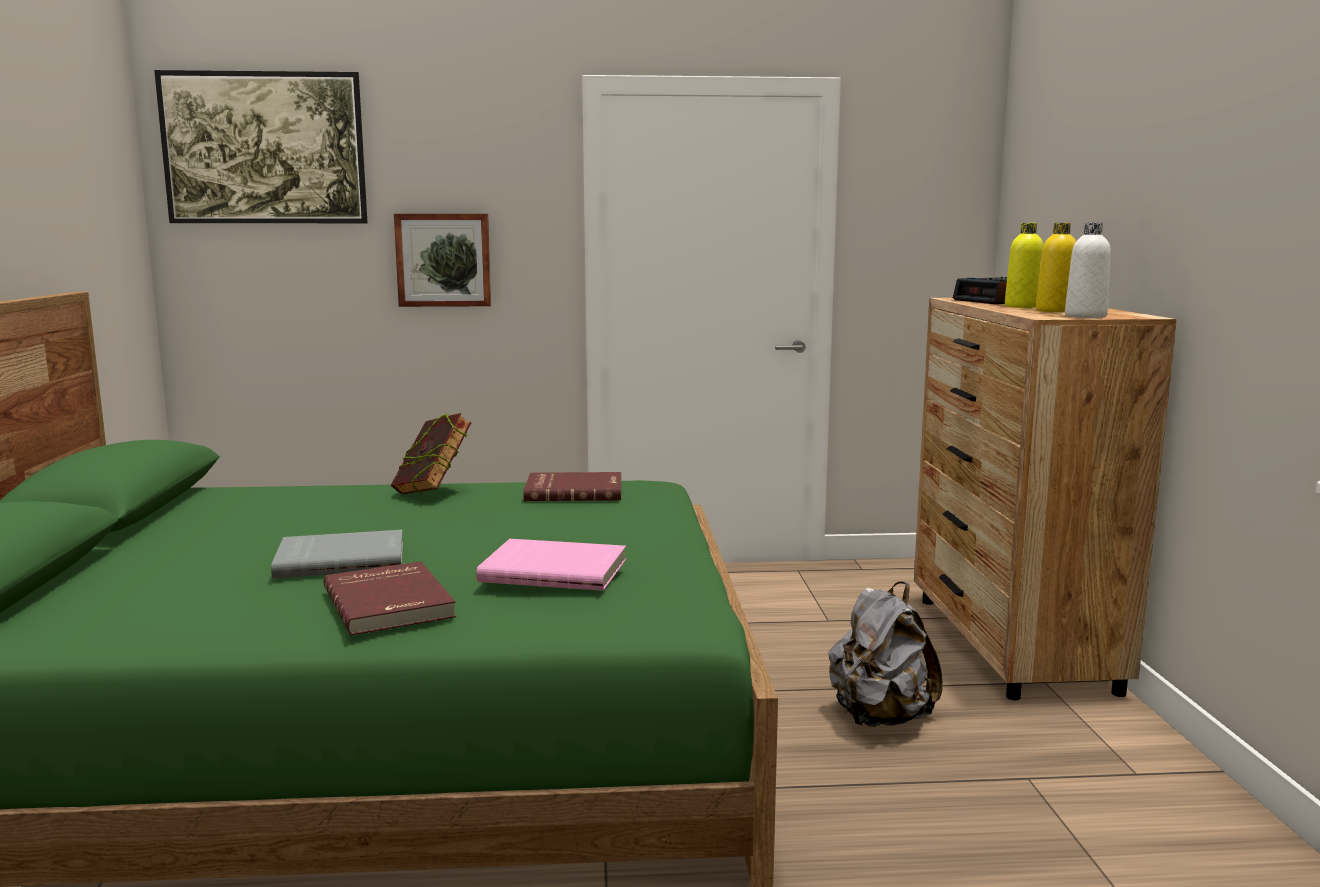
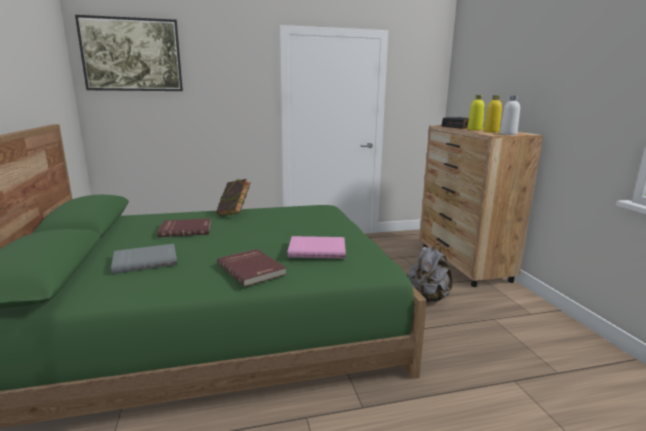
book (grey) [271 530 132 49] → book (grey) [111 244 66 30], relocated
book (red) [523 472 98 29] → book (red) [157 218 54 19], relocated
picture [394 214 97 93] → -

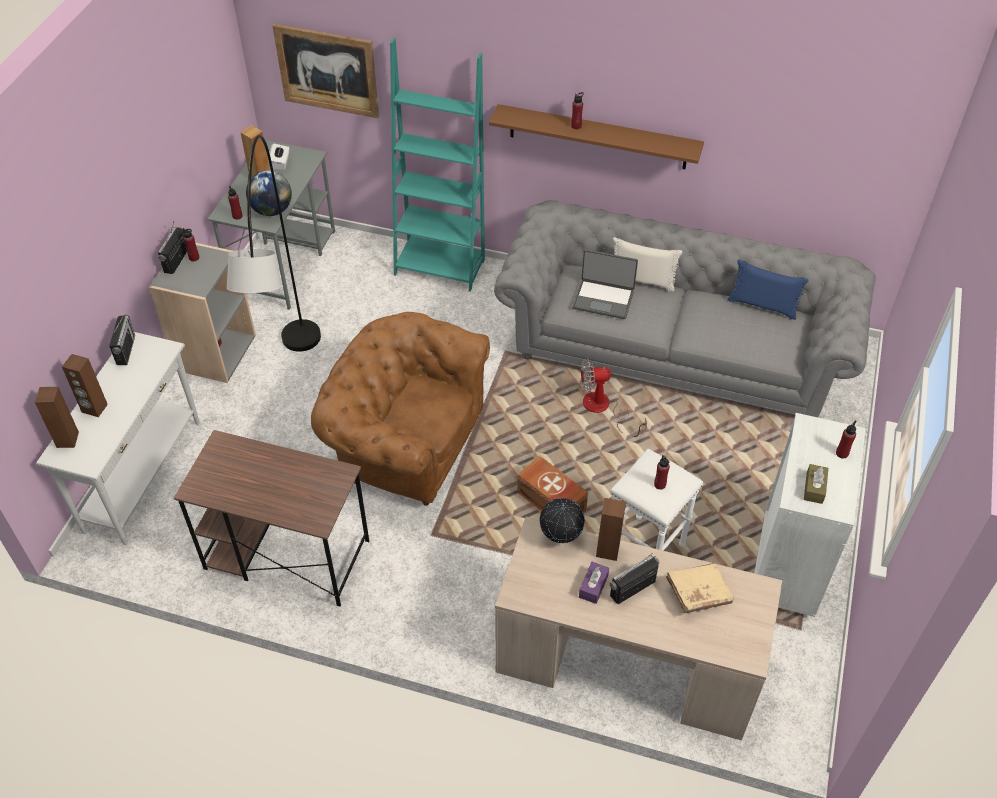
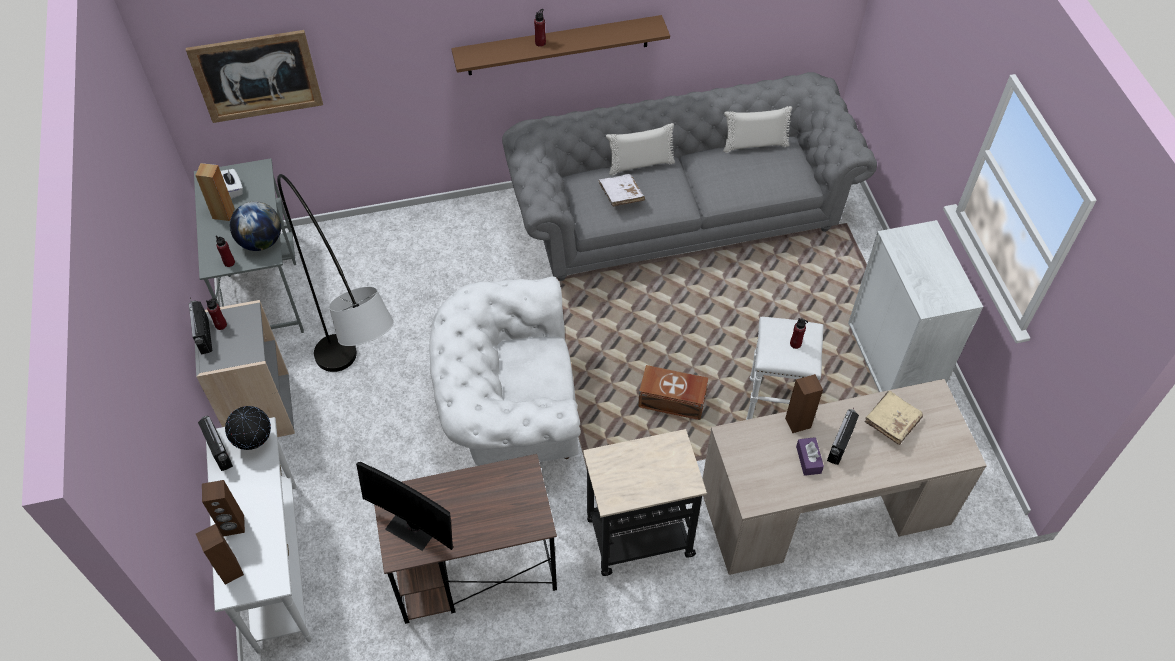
globe [539 498 46 45] → globe [225 406 46 44], relocated
- → monitor [356 462 97 89]
armchair (brown) [311 312 179 194] → armchair (white) [429 276 152 190]
- → cart [583 429 124 147]
laptop [572 249 66 70] → book (white) [598 174 47 33]
pillow (blue) [727 259 82 61] → pillow (white) [723 106 69 47]
bookcase (turquoise) [390 38 95 254] → -
fan [581 359 66 78] → -
tissue box (brown) [804 464 25 40] → -
bottle (red) [836 421 20 38] → -

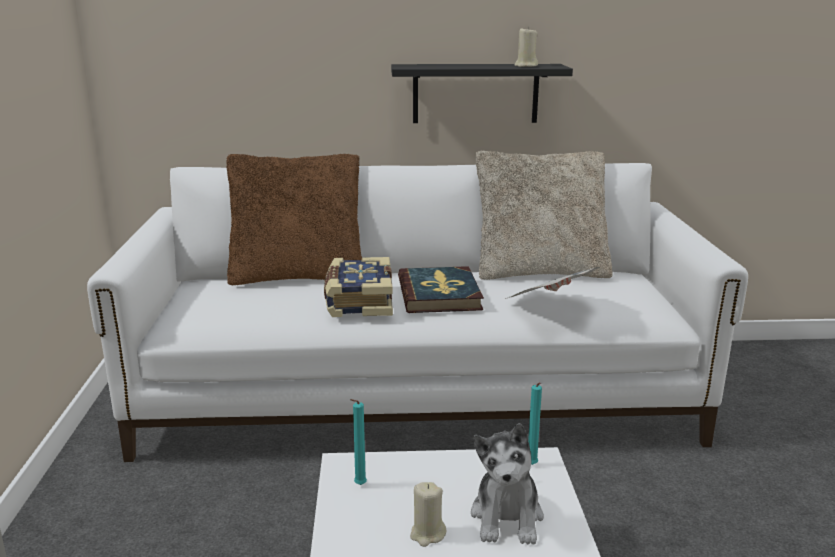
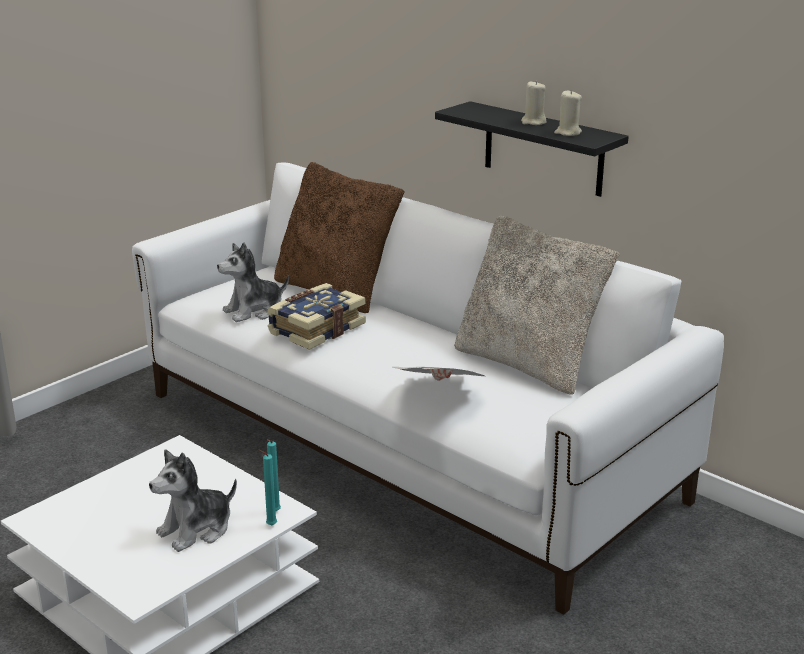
- → plush toy [217 242 72 80]
candle (turquoise) [350 399 17 86] → candle (turquoise) [257 449 20 76], relocated
candle (beige) [410 482 36 65] → candle (beige) [521 81 26 44], relocated
book [398 266 86 47] → -

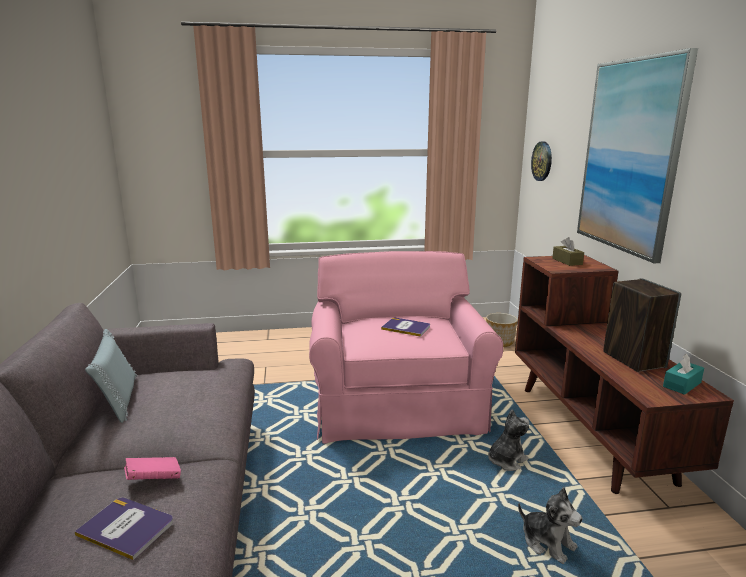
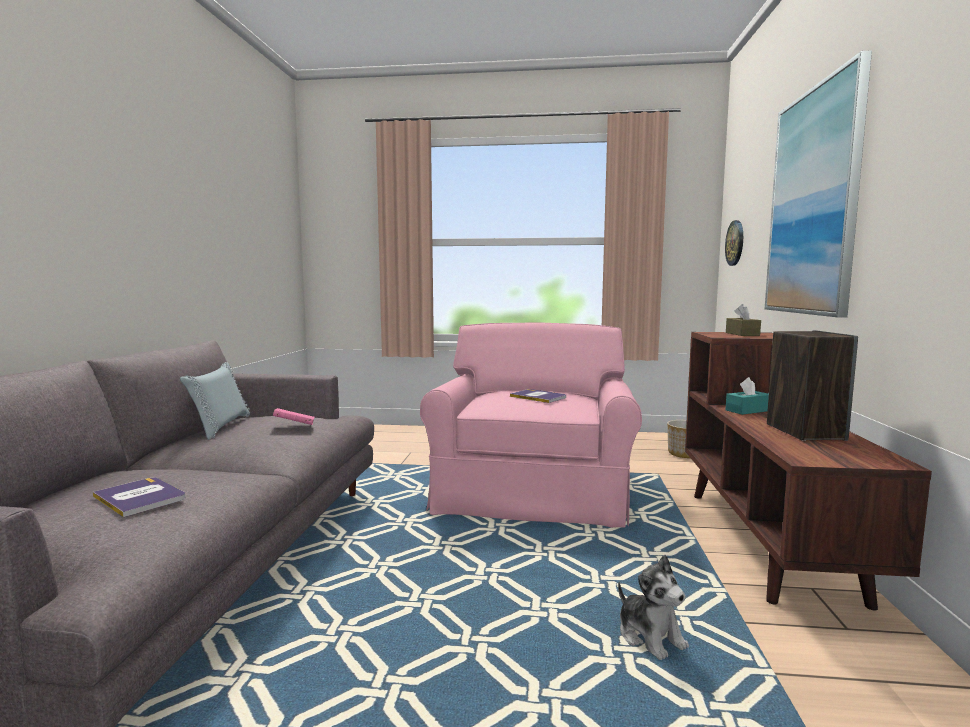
book (pink) [124 457 57 23] → book (pink) [273 408 42 17], relocated
tissue box (turquoise) [663 354 41 41] → tissue box (turquoise) [725 377 44 38], relocated
plush toy [488 409 41 62] → -

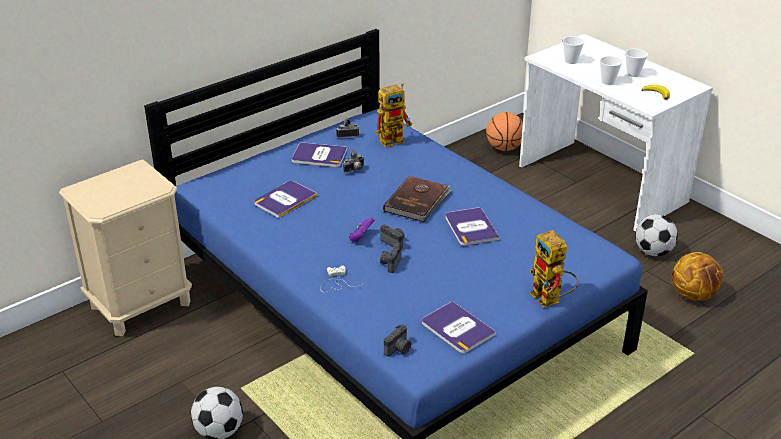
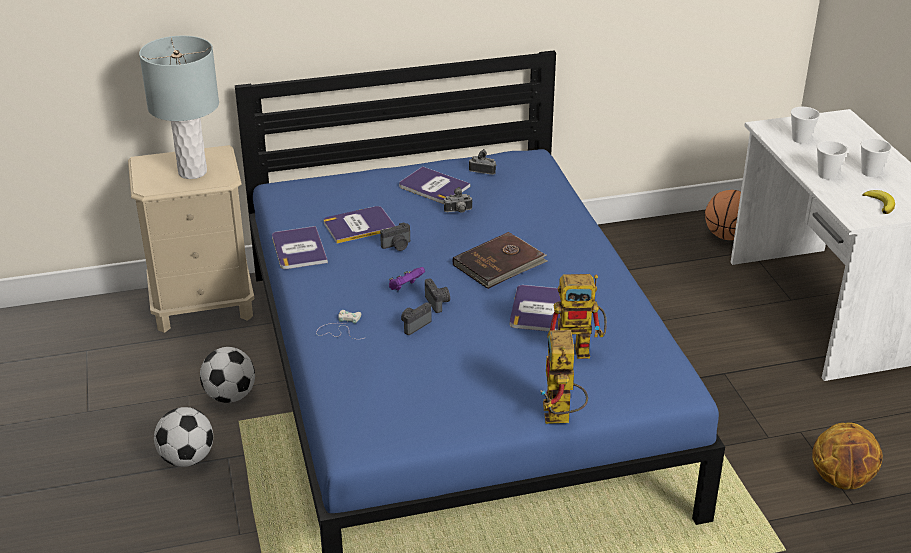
- → table lamp (grey) [139 36 80 143]
football [635 214 43 42] → football [200 347 55 56], relocated
book [422 301 74 52] → book [272 226 56 43], relocated
photo camera [384 324 27 33] → photo camera [380 223 30 28], relocated
toy robot [376 83 36 65] → toy robot [547 274 59 85], relocated

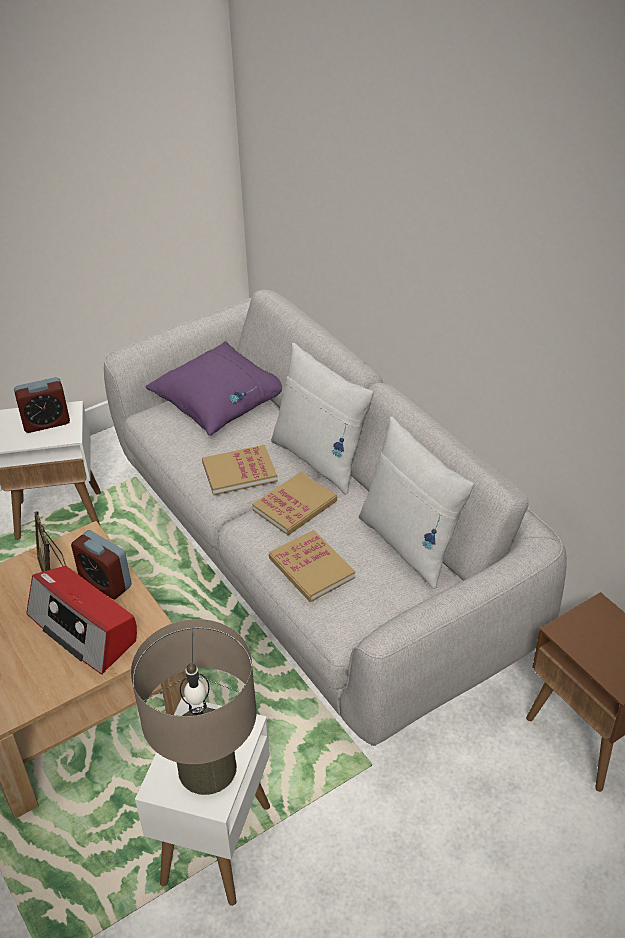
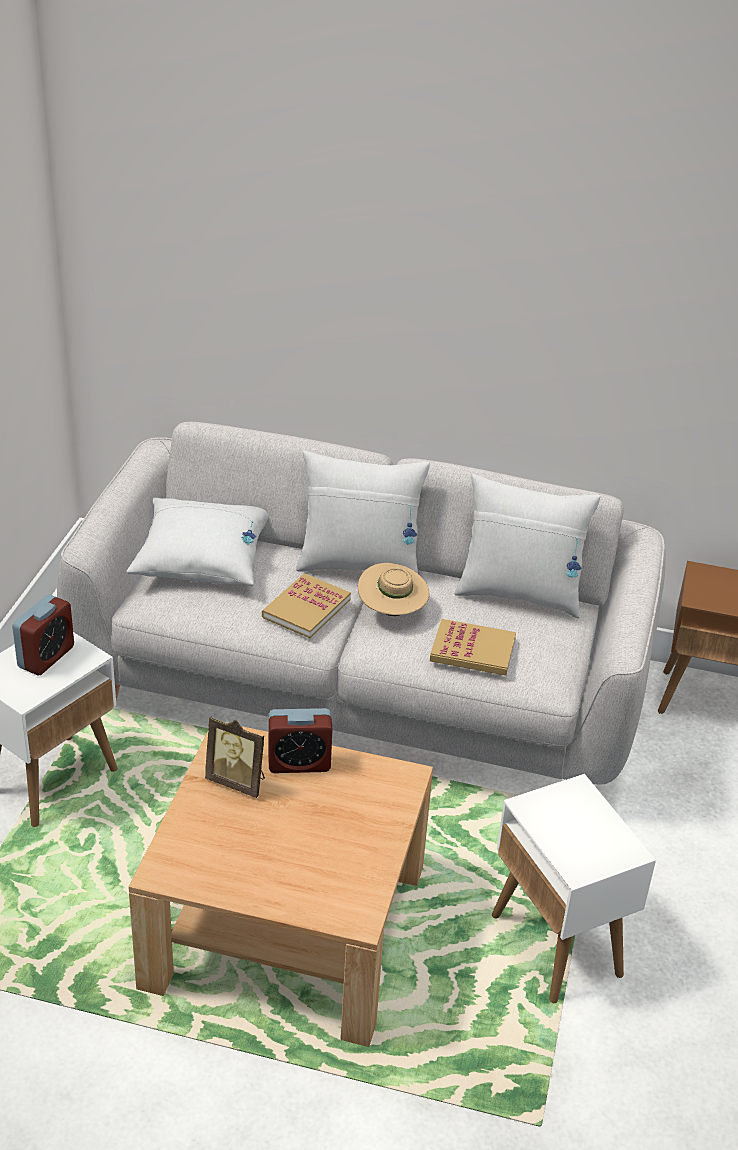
pillow (purple) [145 341 137 95] → pillow (grey) [126 497 143 89]
book [252 472 85 63] → hat (beige) [358 563 71 53]
radio [26 566 111 109] → -
table lamp (beige) [131 619 126 176] → -

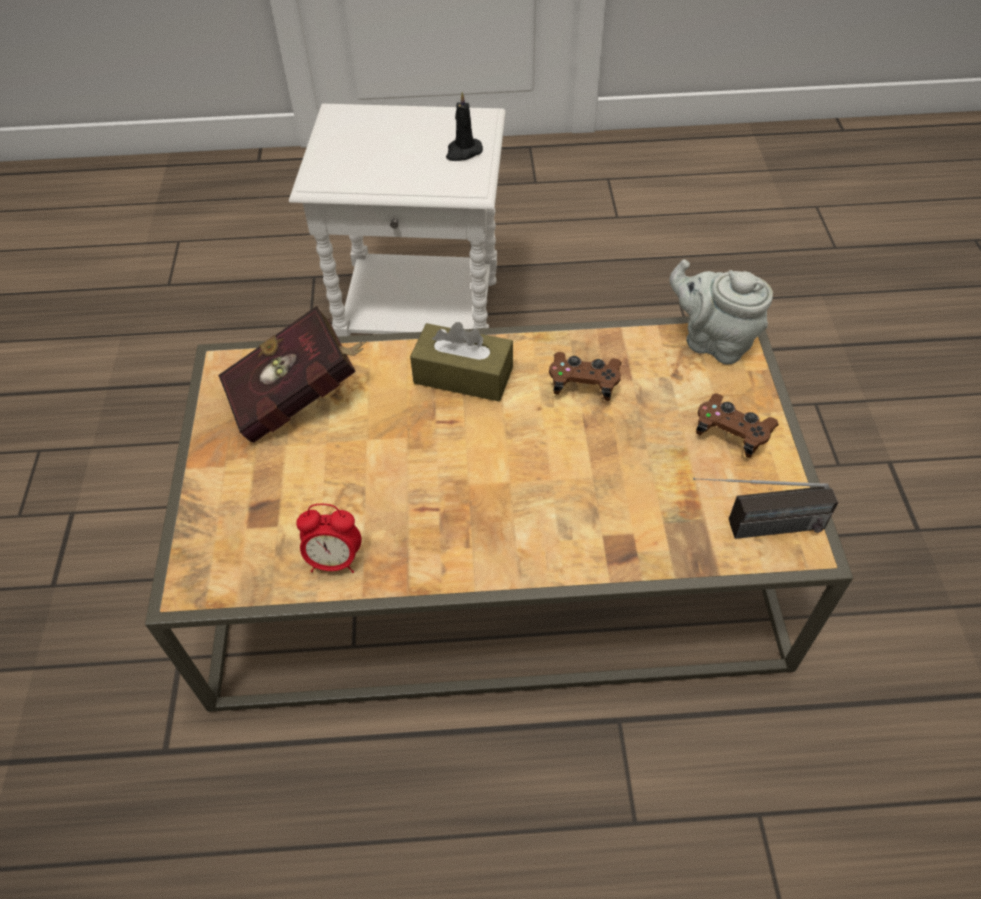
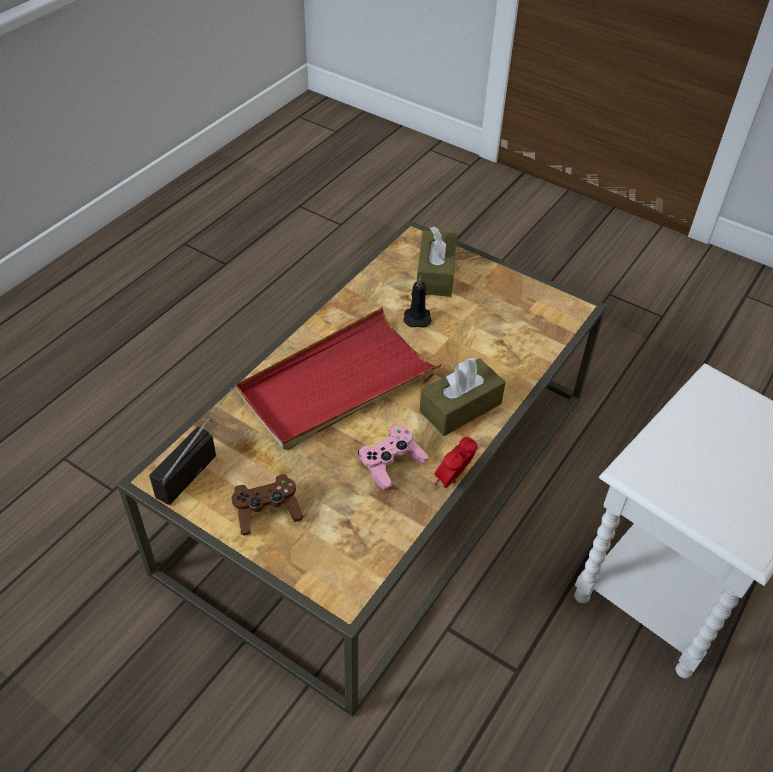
- → tray (red) [236 307 206 143]
game controller (brown) [549 352 73 49] → game controller (pink) [358 425 71 65]
candle (black) [446 92 37 69] → candle (black) [403 276 29 52], relocated
- → tissue box (brown) [417 226 40 71]
alarm clock [296 504 66 69] → alarm clock [435 437 43 51], relocated
book (red) [218 306 148 137] → -
teapot (grey) [669 259 104 106] → -

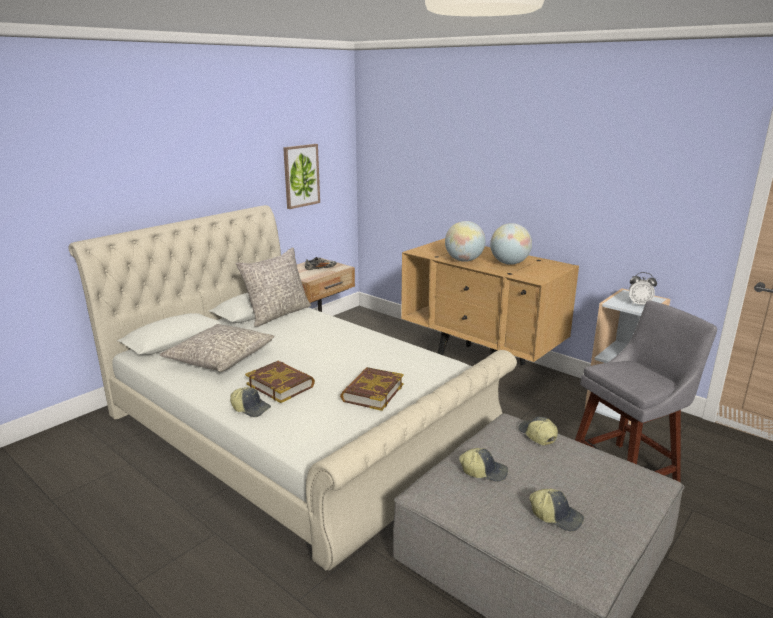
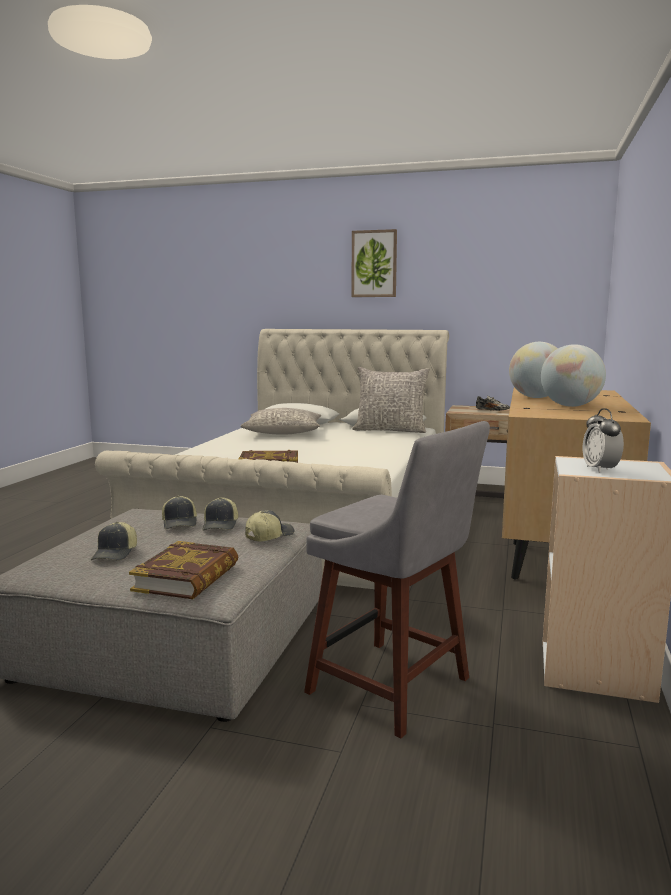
book [245 361 70 42] → book [129 541 109 58], relocated
cap [230 387 41 30] → cap [202 497 36 33], relocated
picture [283 144 37 65] → picture [351 229 46 68], relocated

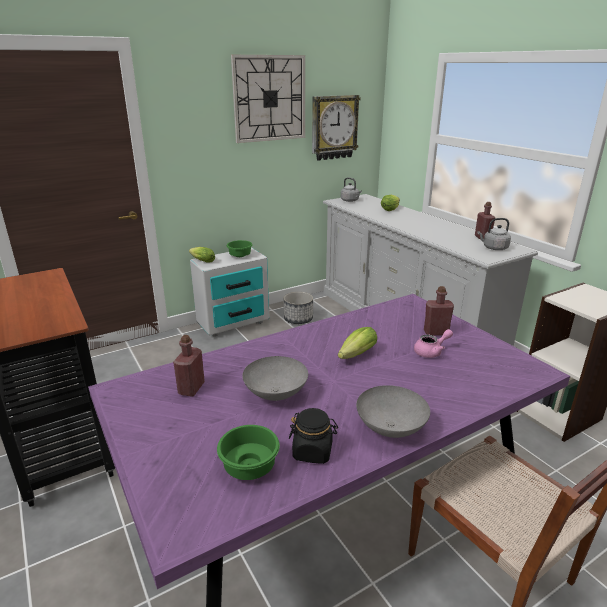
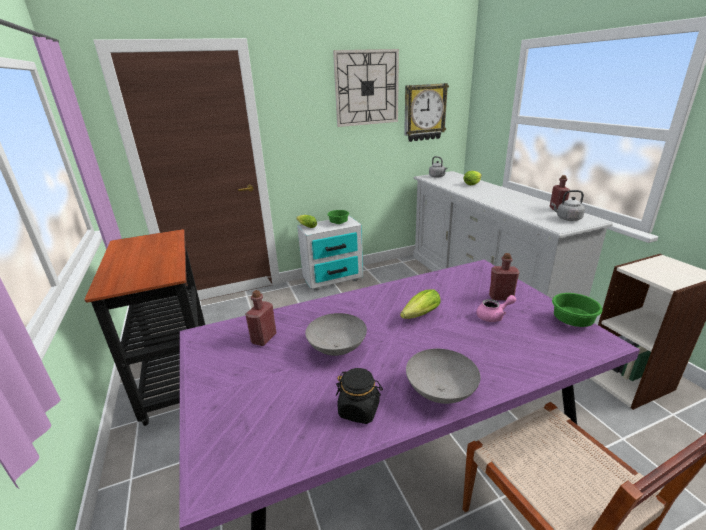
bowl (green) [217 425 63 55] → bowl (green) [552 293 50 34], relocated
planter [284 292 29 32] → -

